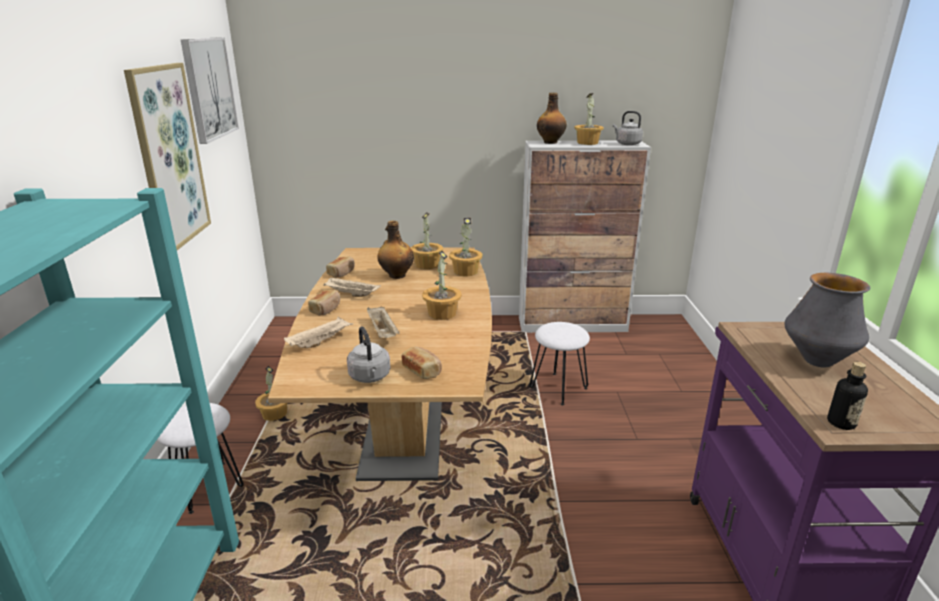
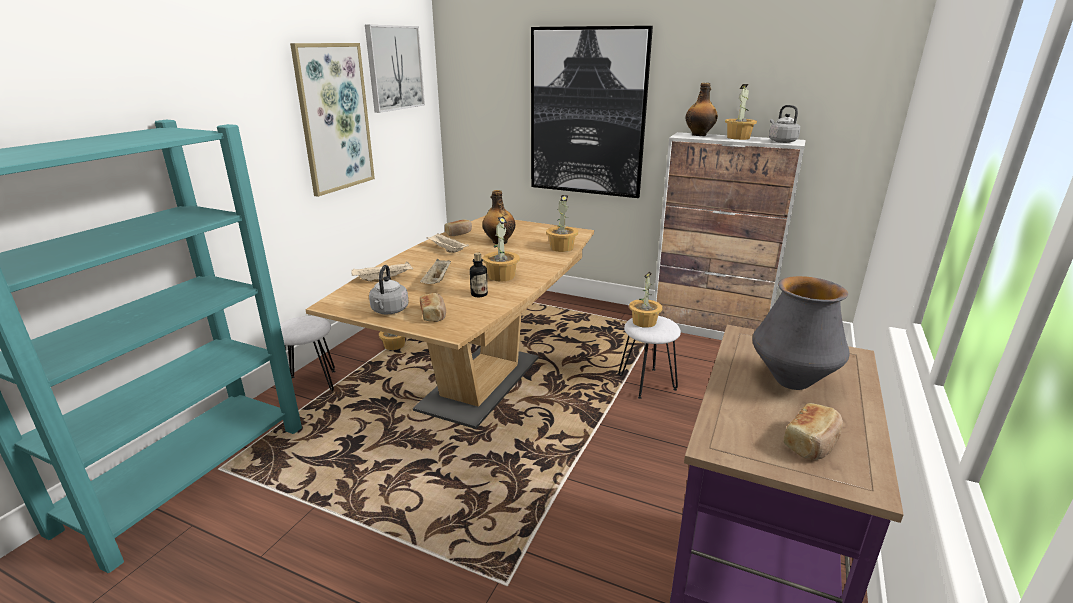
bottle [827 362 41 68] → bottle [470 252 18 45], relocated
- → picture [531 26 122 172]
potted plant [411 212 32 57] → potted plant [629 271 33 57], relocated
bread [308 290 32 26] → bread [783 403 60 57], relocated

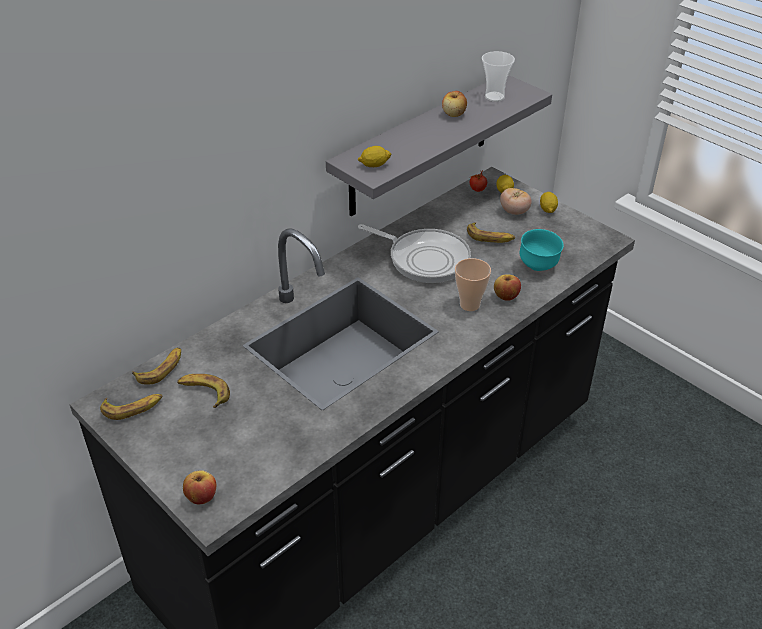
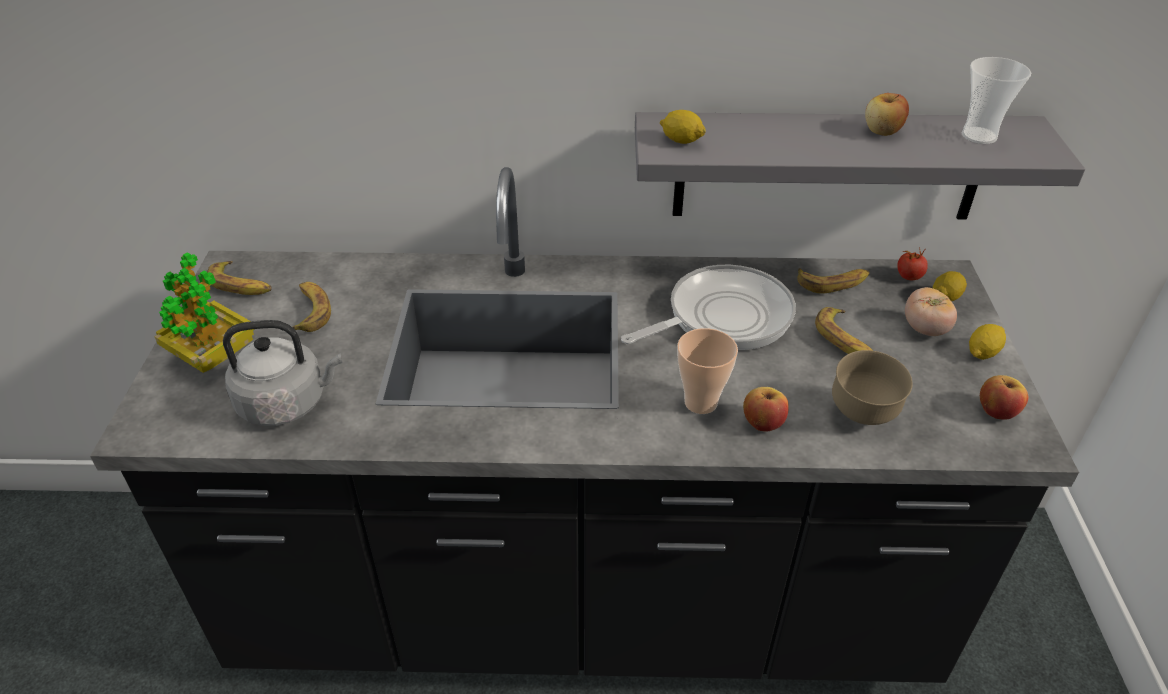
- → potted plant [155 252 100 121]
- → kettle (grey) [223 320 119 106]
frying pan [358 224 113 59] → frying pan [621 265 175 85], 105 degrees counterclockwise
banana [132 348 49 37] → banana [797 268 73 26], relocated
bowl (turquoise) [519 229 45 42] → bowl (brown) [832 350 81 75]
apple [183 470 33 34] → apple [980 375 48 45], relocated

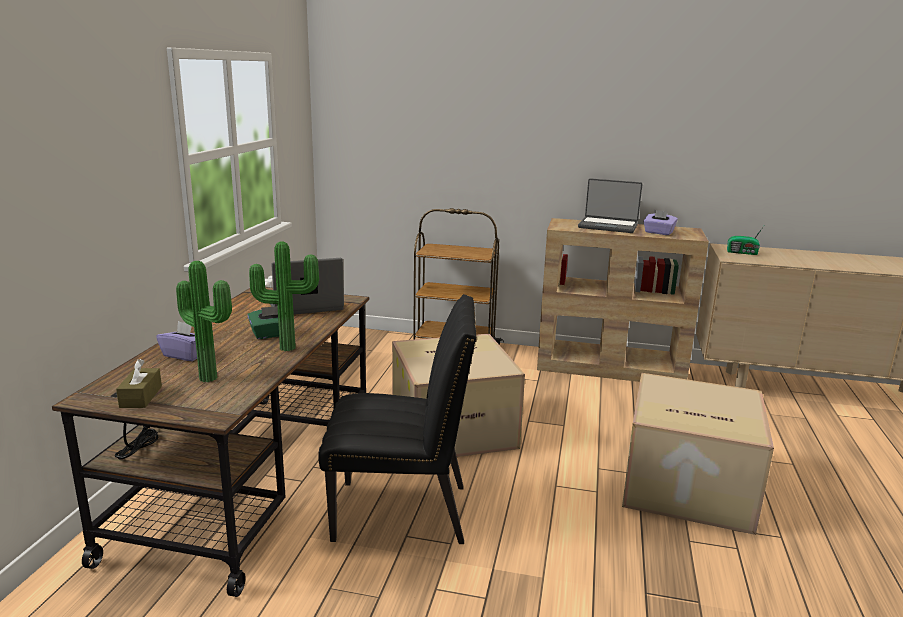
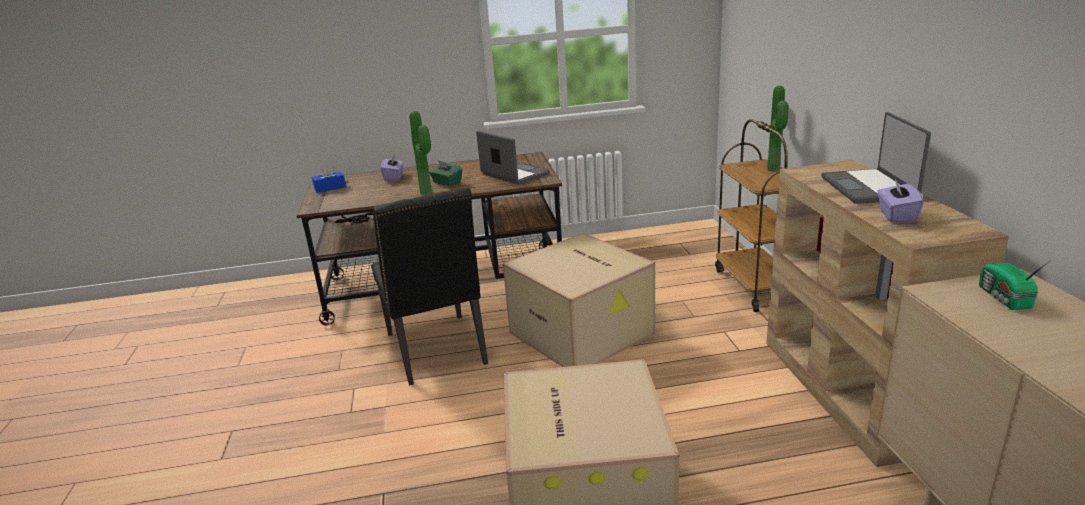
tissue box (brown) [116 359 46 49] → tissue box (blue) [312 164 34 29]
potted plant [176 261 56 121] → potted plant [767 86 22 86], relocated

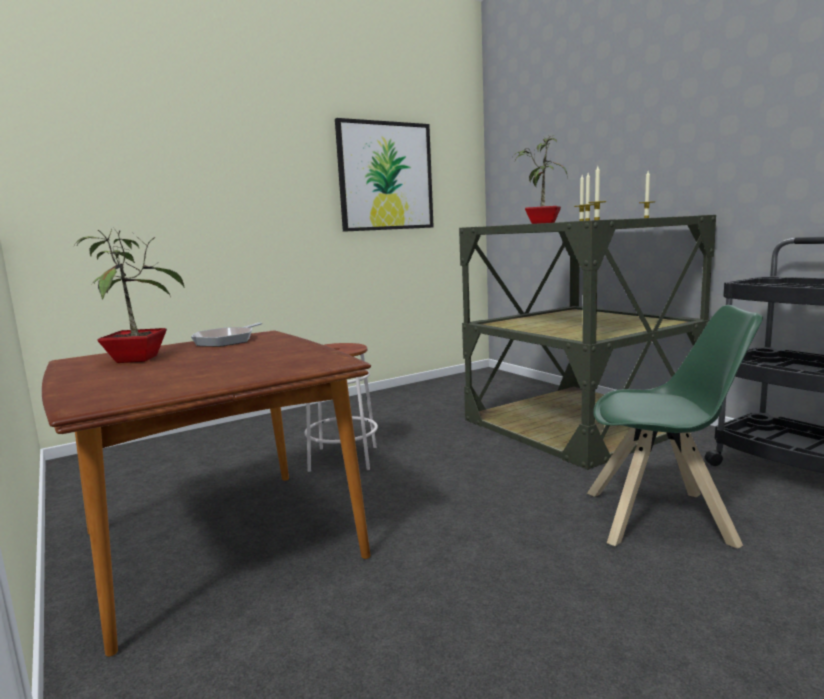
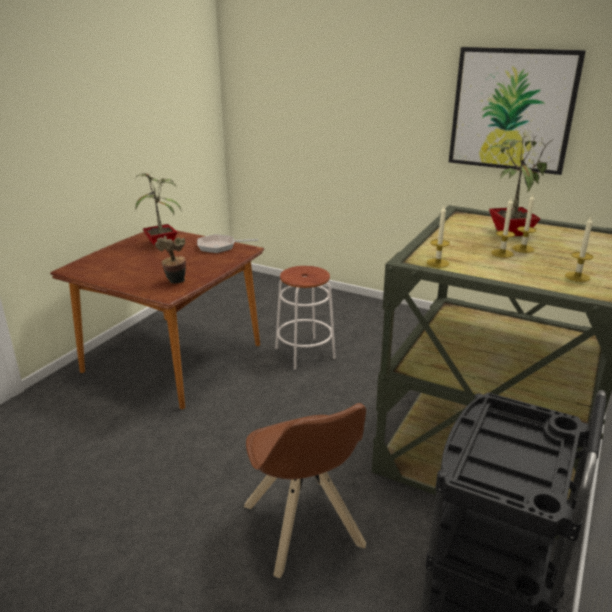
- → potted plant [155 236 31 48]
chair (green) [587 305 176 244] → chair (brown) [244 403 122 176]

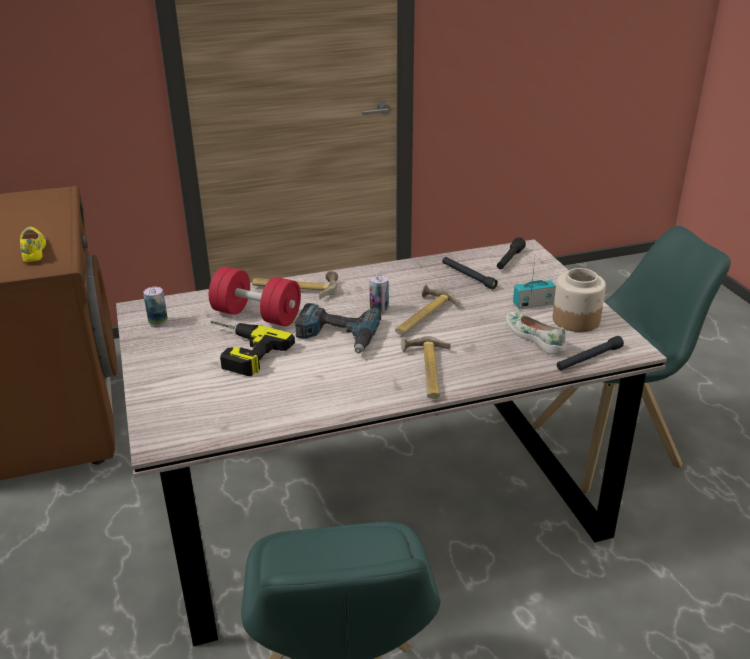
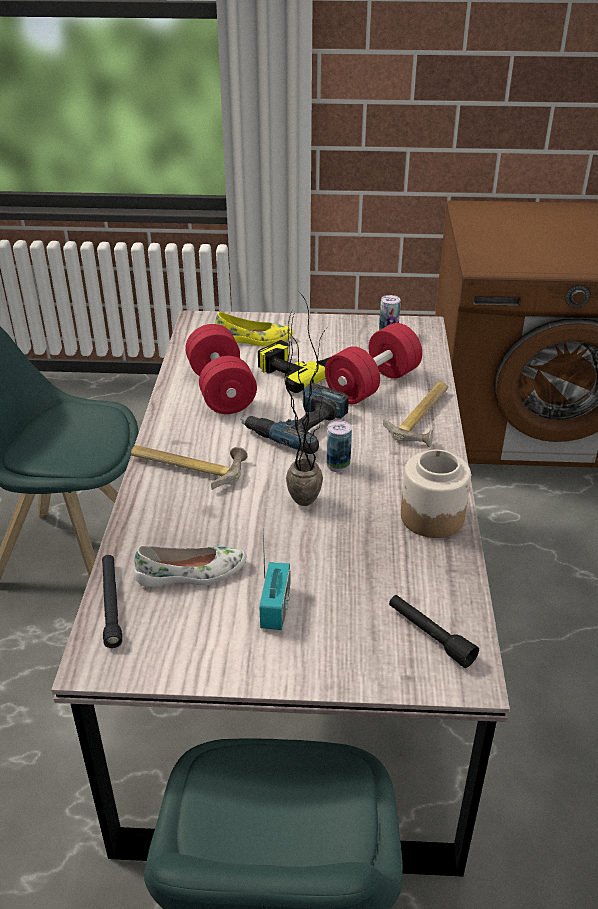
- → dumbbell (red) [185 324 72 90]
shoe (yellow) [20 227 26 35] → shoe (yellow) [215 312 78 34], relocated
hammer [395 284 65 51] → potted plant [285 293 42 213]
jar [553 268 53 64] → jar [401 450 70 88], relocated
flashlight (black) [442 257 56 33] → -

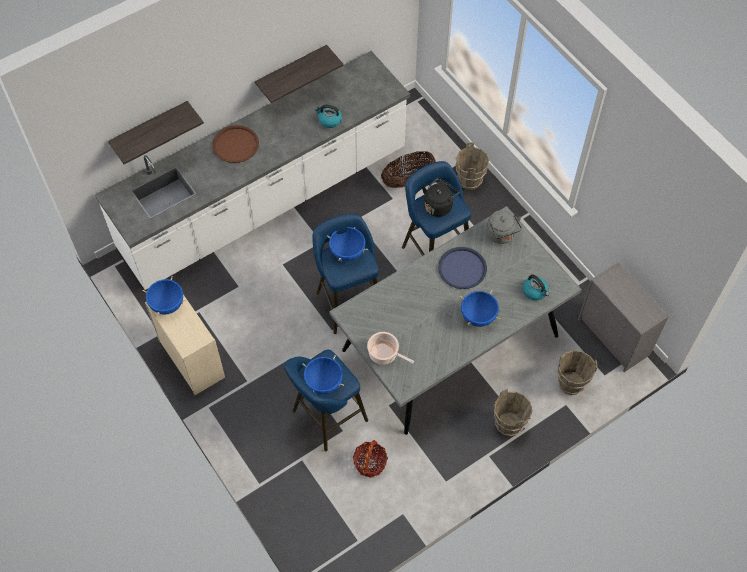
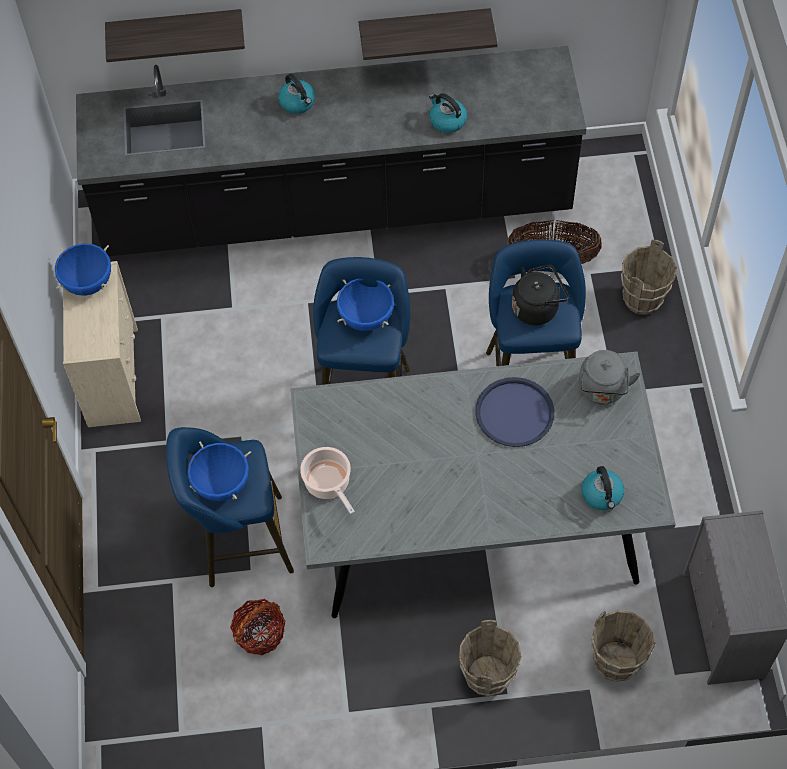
counter (white) [95 51 315 239] → counter (black) [76 46 510 210]
tray (brown) [212 125 47 38] → kettle [278 74 37 40]
cooking pot (blue) [460 290 41 37] → -

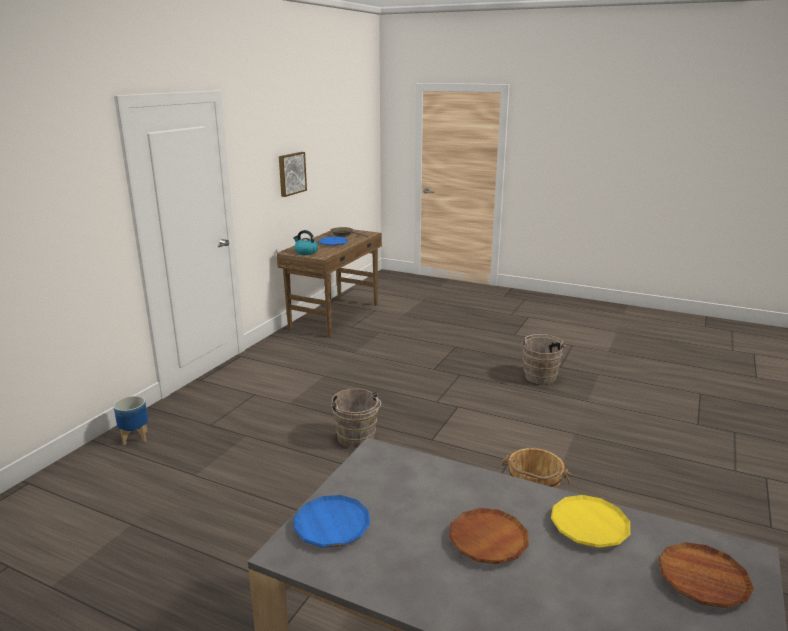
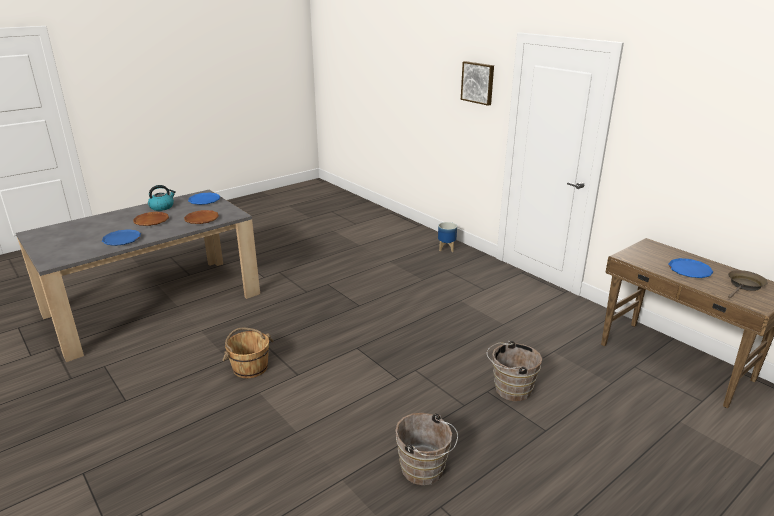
plate (yellow) [551 495 79 53] → plate (blue) [102 229 39 17]
kettle [293 230 25 25] → kettle [148 185 27 26], relocated
plate (brown) [658 542 96 66] → plate (brown) [184 210 35 14], relocated
picture [279 152 28 45] → picture [461 61 33 45], relocated
bucket (brown) [331 388 50 60] → bucket (brown) [487 341 55 60], relocated

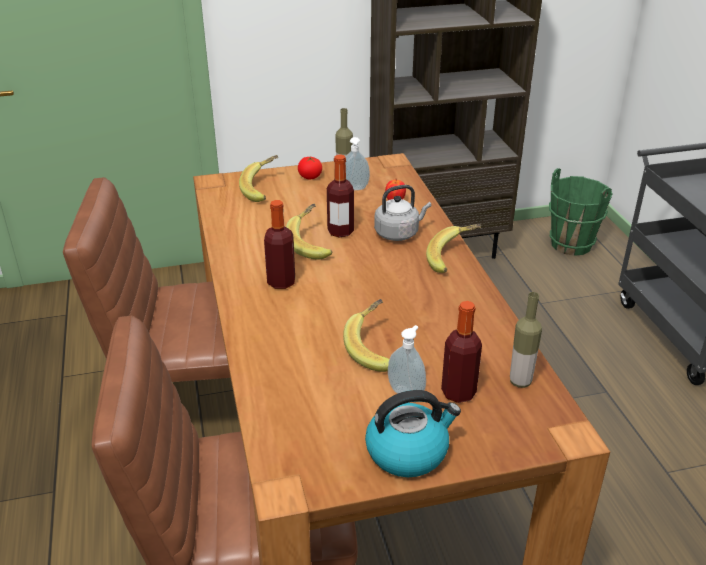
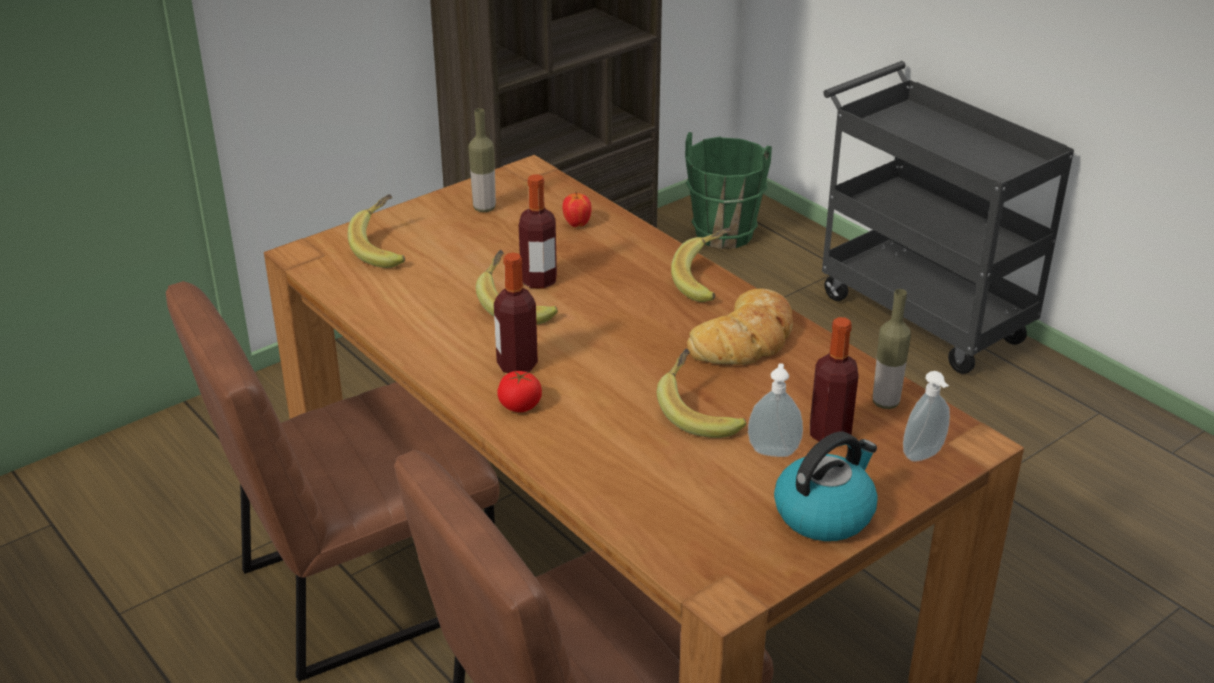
tomato [298 157 24 23] → tomato [497 371 45 41], relocated
- → bread [687 289 106 76]
soap dispenser [345 137 25 53] → soap dispenser [903 371 47 91], relocated
kettle (grey) [374 185 57 56] → -

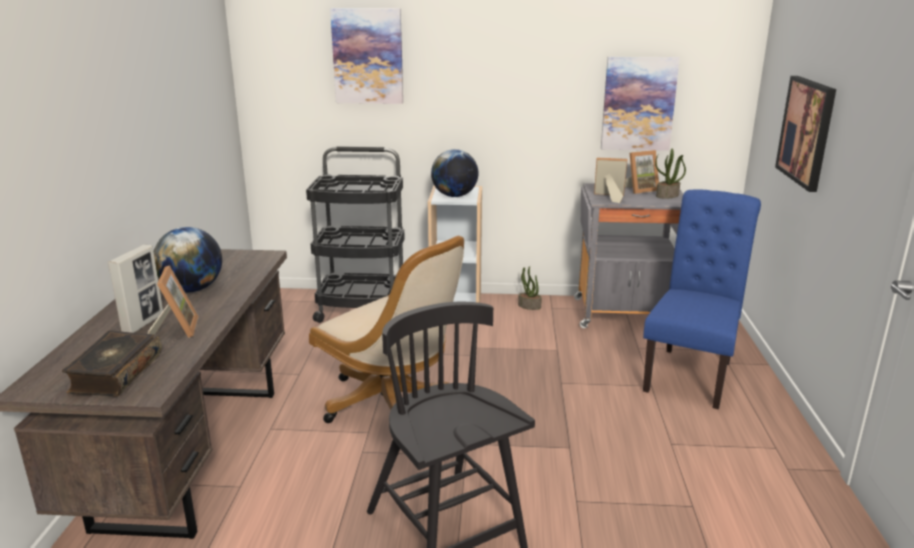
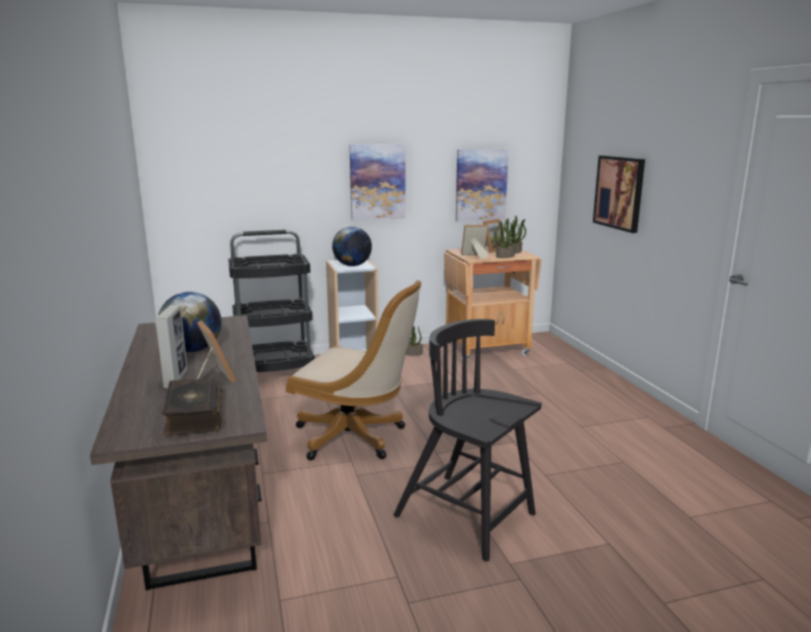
picture [330 8 73 96] → picture [349 144 56 77], relocated
cart (grey) [574 183 109 145] → cart (brown) [444 247 98 115]
- → potted plant [495 218 24 40]
chair (blue) [643 190 118 219] → -

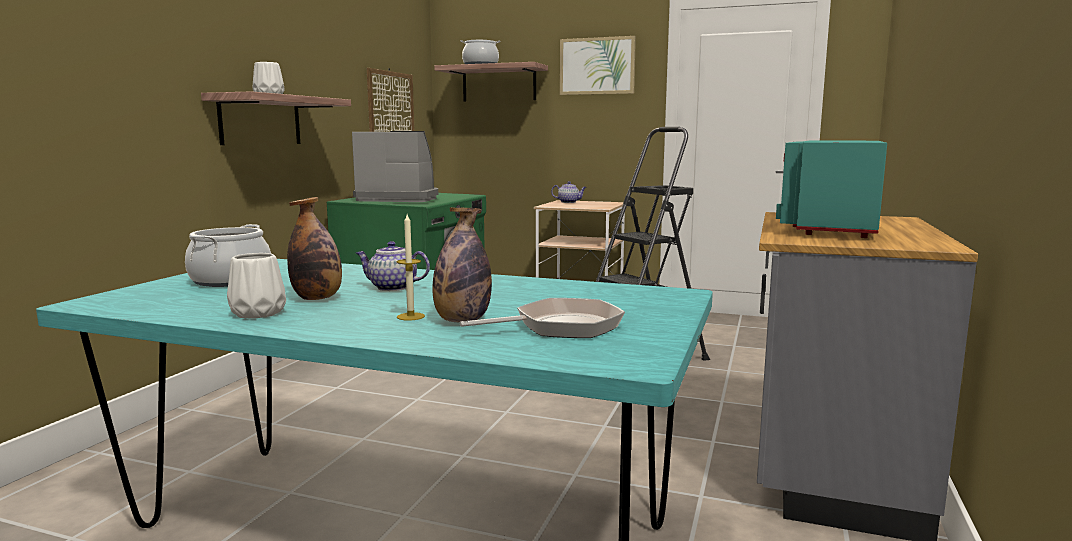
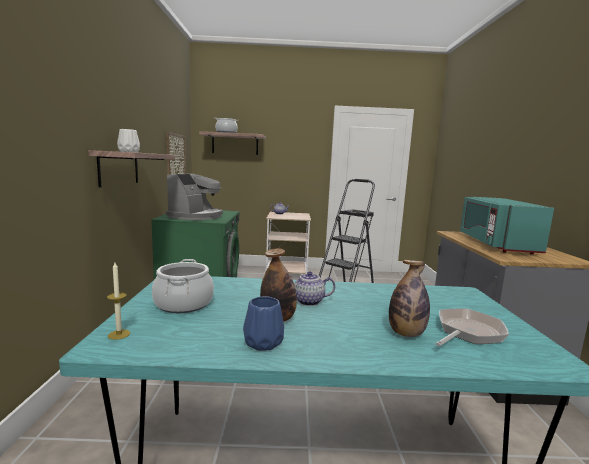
candle [397 214 28 106] → candle [107 263 23 77], relocated
coffee machine [352 131 86 71] → coffee machine [166 174 57 46], 120 degrees clockwise
vase (white) [227 253 59 66] → vase (blue) [243 296 41 55]
picture [560 36 76 59] → -

